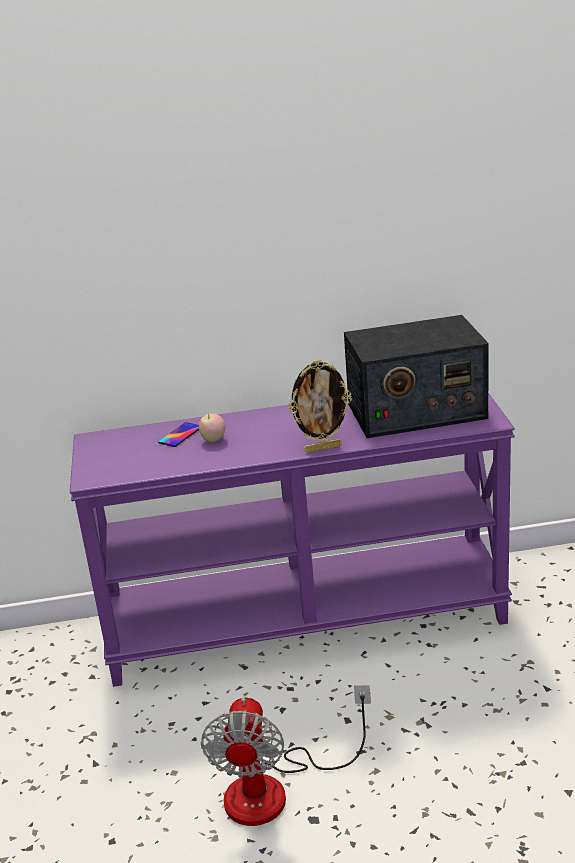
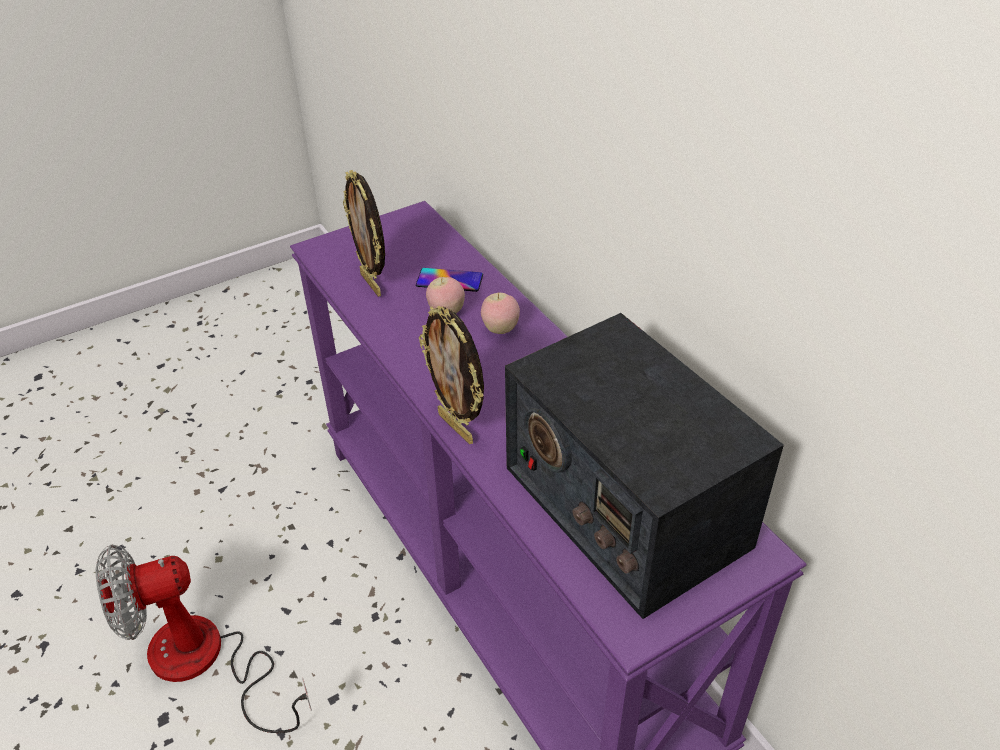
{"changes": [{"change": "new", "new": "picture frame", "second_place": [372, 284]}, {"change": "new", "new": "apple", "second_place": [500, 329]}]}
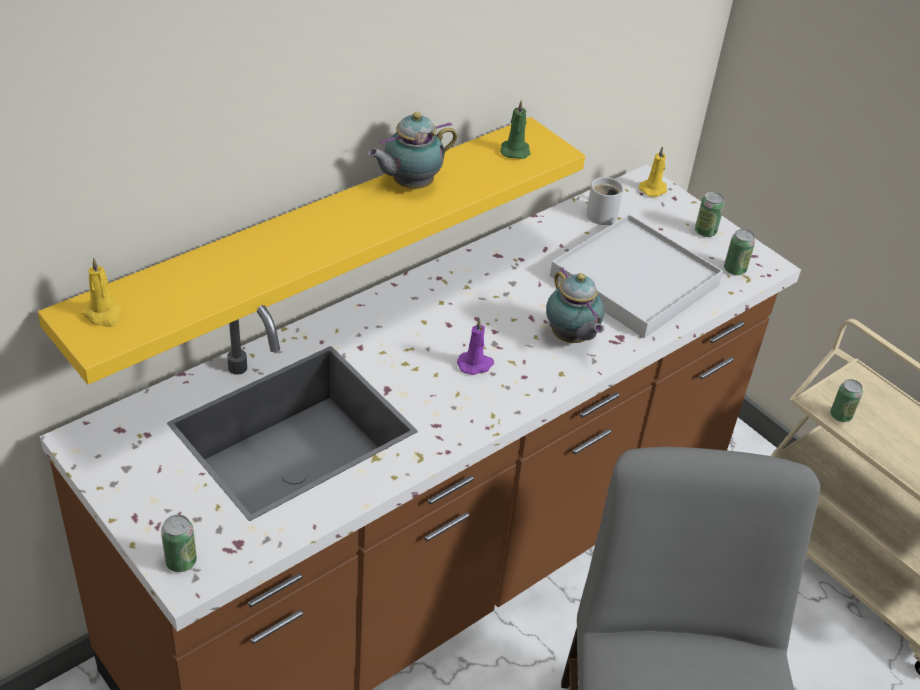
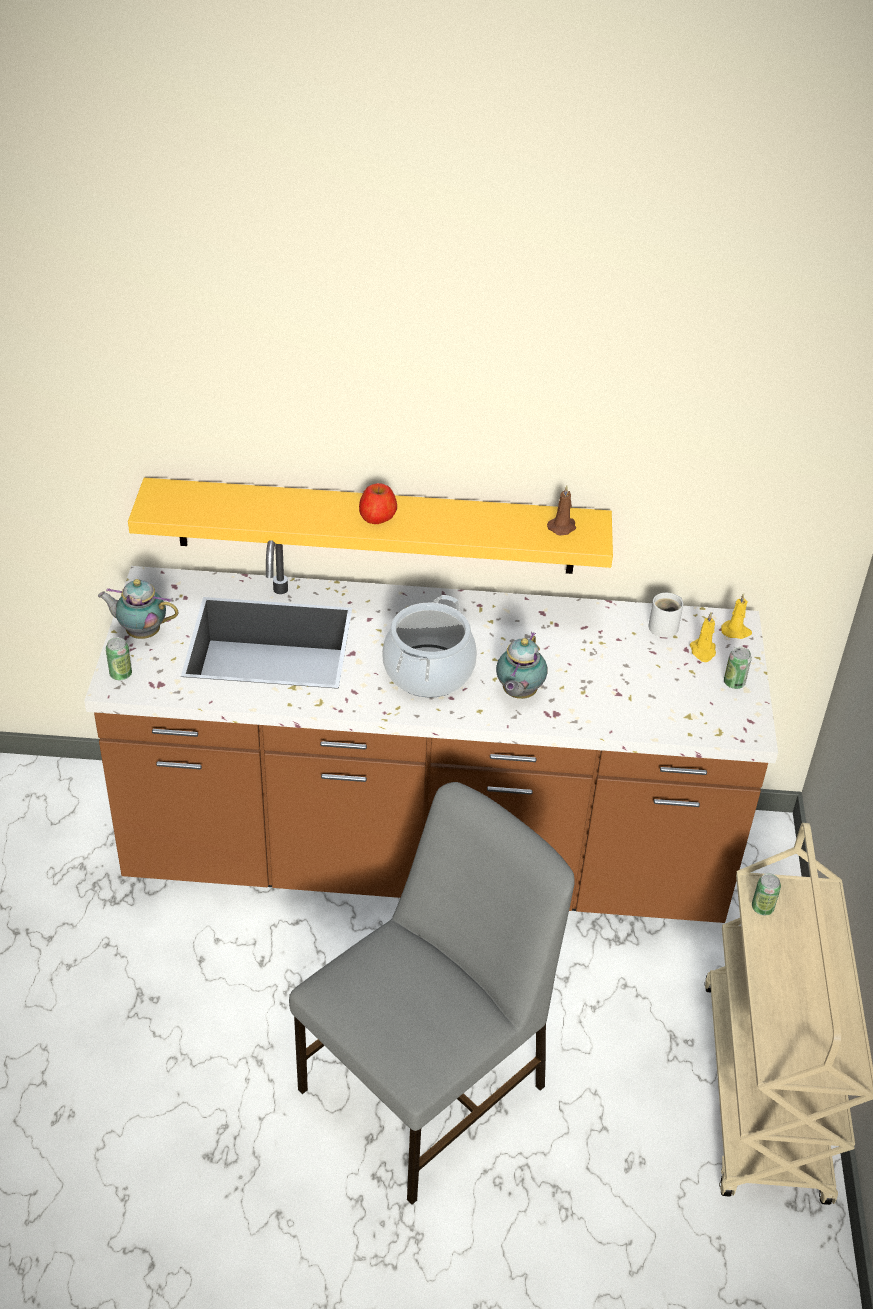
{"changes": [{"change": "gone", "old": "tray (white)", "first_place": [634, 280]}, {"change": "gone", "old": "can", "first_place": [734, 269]}, {"change": "new", "new": "apple", "second_place": [377, 517]}, {"change": "shifted", "old": "candle (yellow)", "first_place": [104, 314], "second_place": [703, 651]}, {"change": "shifted", "old": "teapot", "first_place": [409, 185], "second_place": [141, 632]}, {"change": "swapped", "old": "candle (purple)", "new": "cooking pot", "first_place": [475, 364], "second_place": [429, 671]}, {"change": "repainted", "old": "candle (green)", "new": "candle (brown)", "first_place": [515, 150], "second_place": [562, 527]}]}
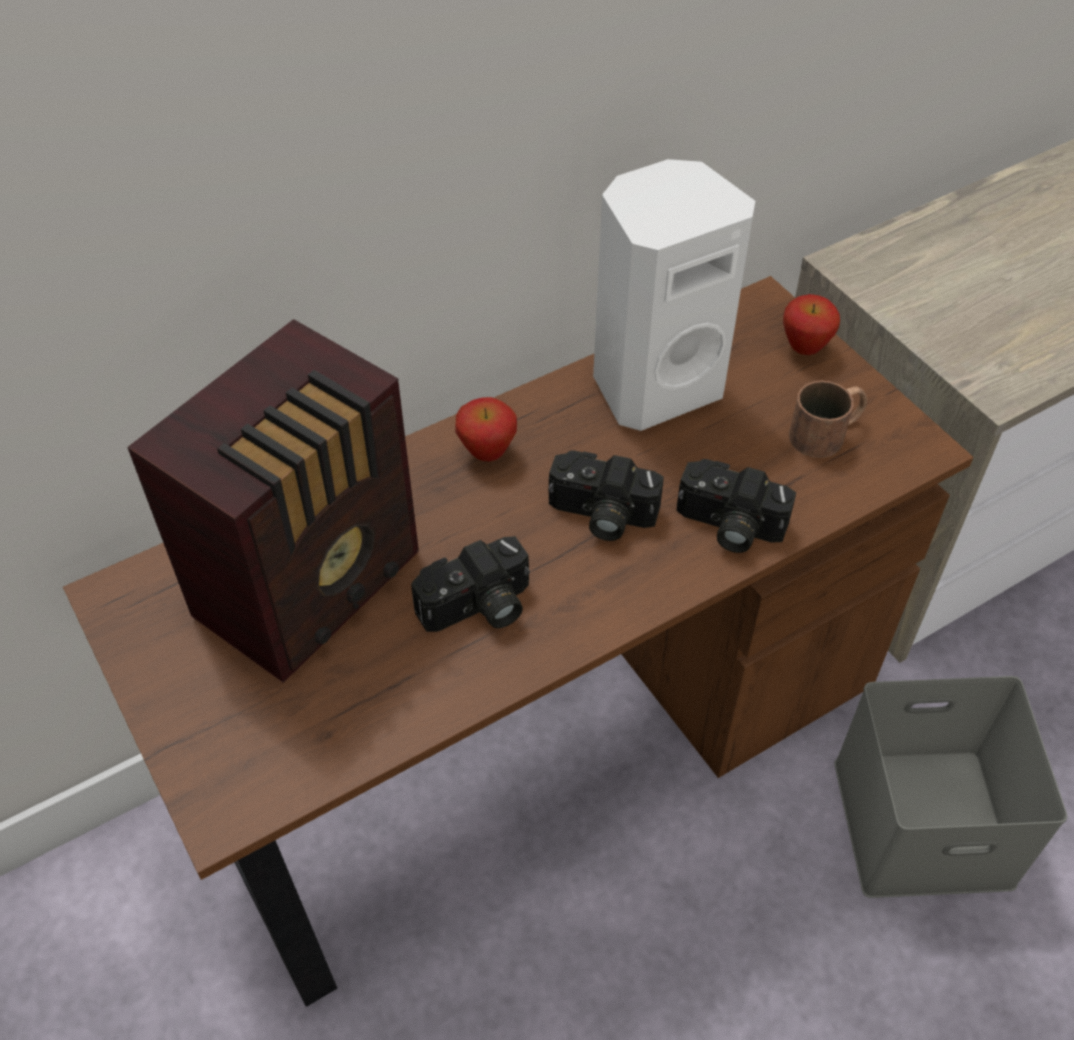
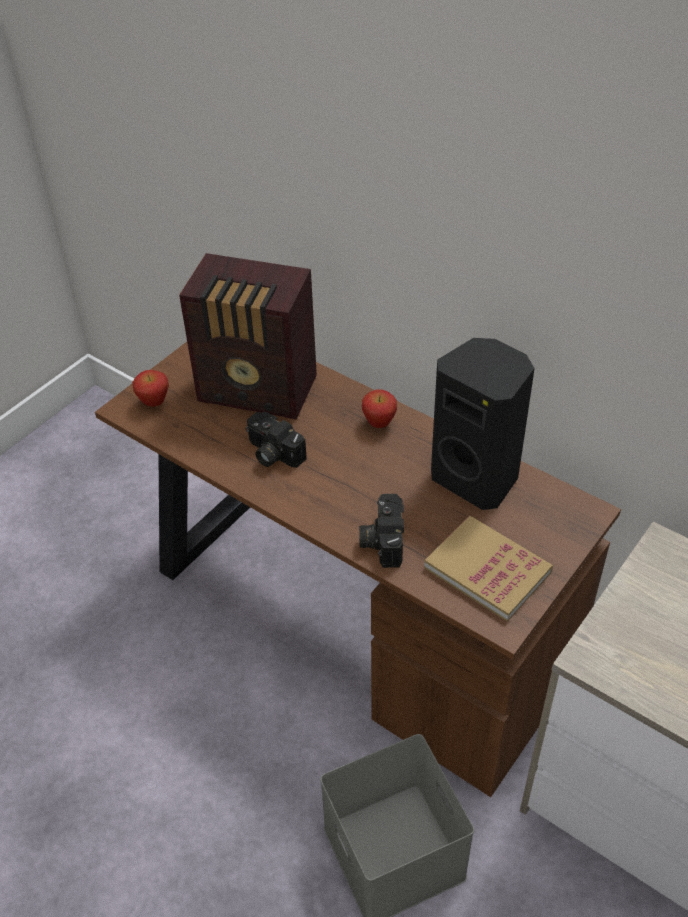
{"changes": [{"change": "gone", "old": "photo camera", "first_place": [600, 515]}, {"change": "shifted", "old": "apple", "first_place": [804, 349], "second_place": [154, 403]}, {"change": "swapped", "old": "mug (brown)", "new": "book", "first_place": [827, 432], "second_place": [487, 570]}, {"change": "repainted", "old": "speaker (white)", "new": "speaker (black)", "first_place": [654, 385], "second_place": [477, 478]}]}
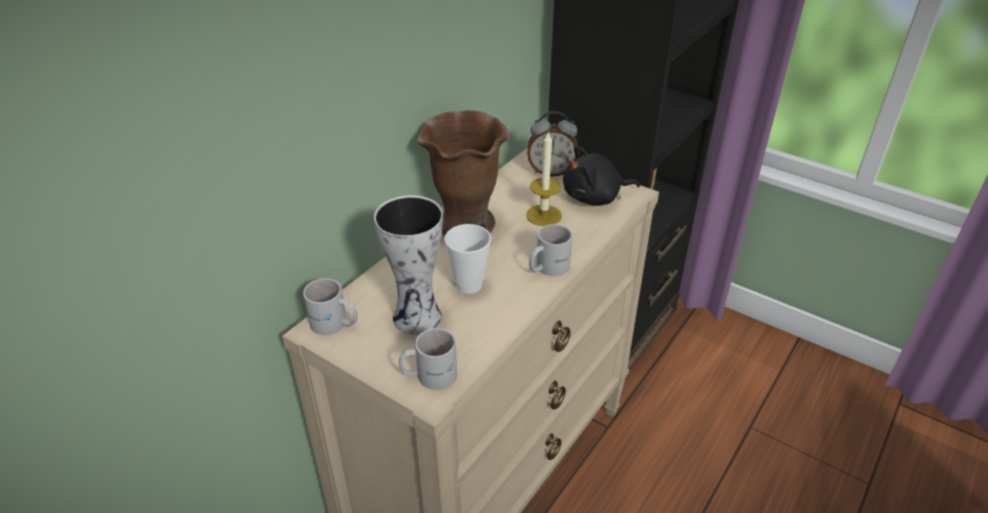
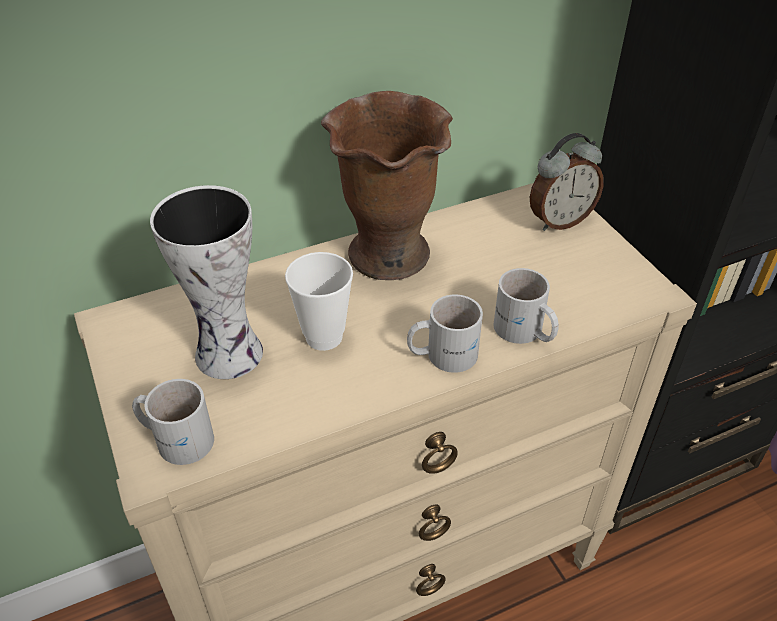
{"changes": [{"change": "gone", "old": "candle", "first_place": [544, 215]}, {"change": "gone", "old": "plush toy (black)", "first_place": [594, 197]}, {"change": "shifted", "old": "mug (white)", "first_place": [334, 325], "second_place": [523, 332]}, {"change": "rotated", "old": "alarm clock", "first_place": [551, 171], "second_place": [559, 220], "degrees": -60}]}
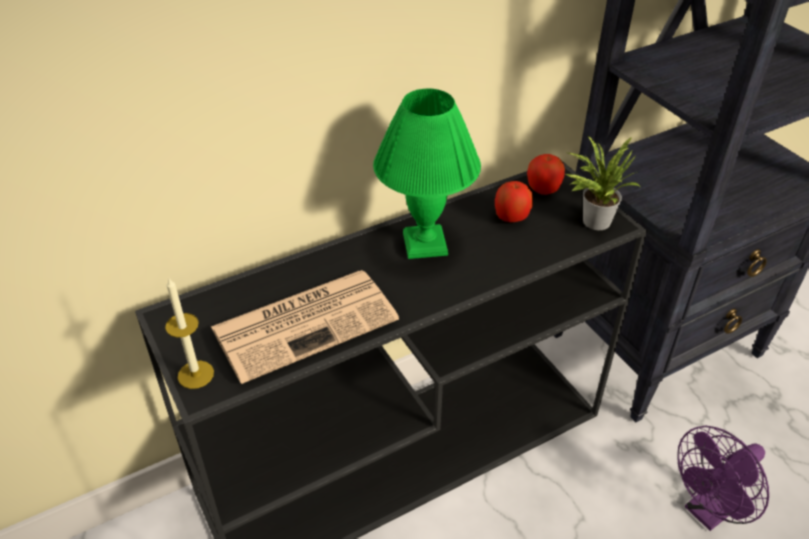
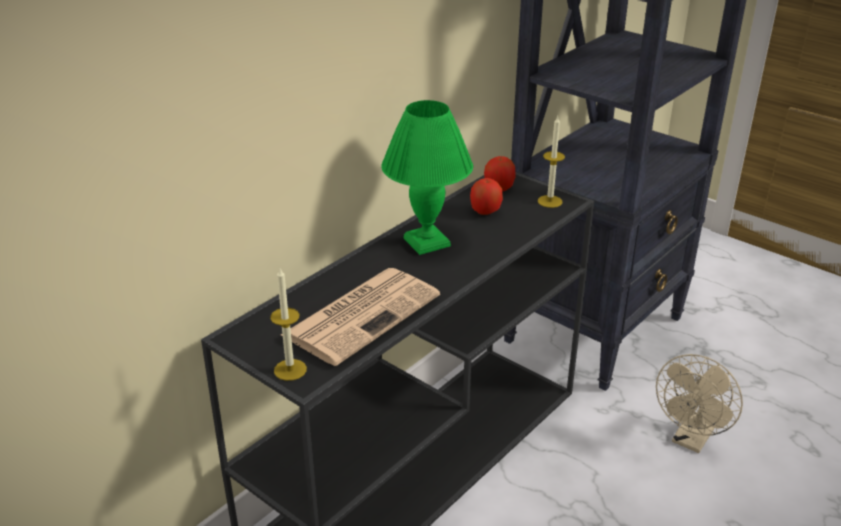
{"changes": [{"change": "swapped", "old": "potted plant", "new": "candle", "first_place": [592, 220], "second_place": [550, 201]}, {"change": "repainted", "old": "fan (purple)", "new": "fan (beige)", "first_place": [709, 511], "second_place": [691, 440]}]}
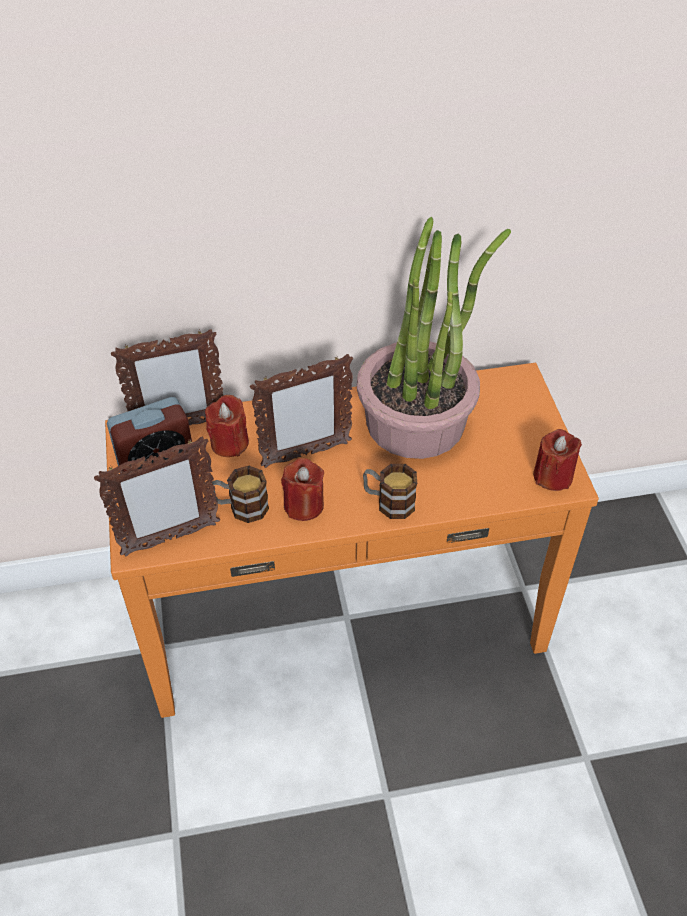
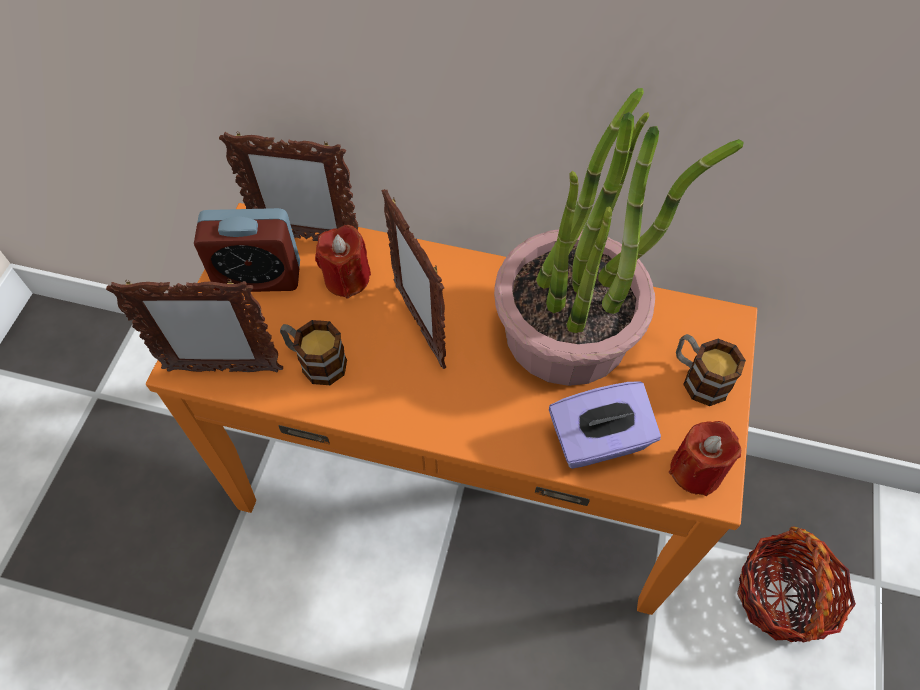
{"changes": [{"change": "gone", "old": "candle (red)", "first_place": [304, 505]}, {"change": "new", "new": "tissue box (purple)", "second_place": [598, 440]}, {"change": "new", "new": "basket", "second_place": [782, 596]}, {"change": "shifted", "old": "mug", "first_place": [388, 502], "second_place": [698, 378]}, {"change": "rotated", "old": "picture frame", "first_place": [305, 454], "second_place": [419, 324], "degrees": 60}]}
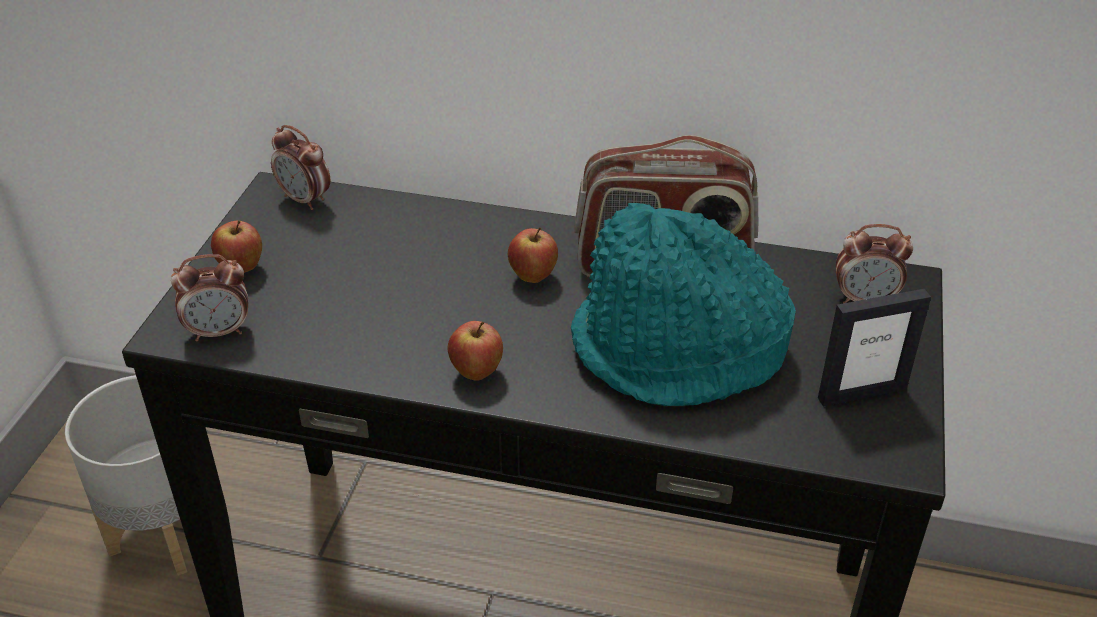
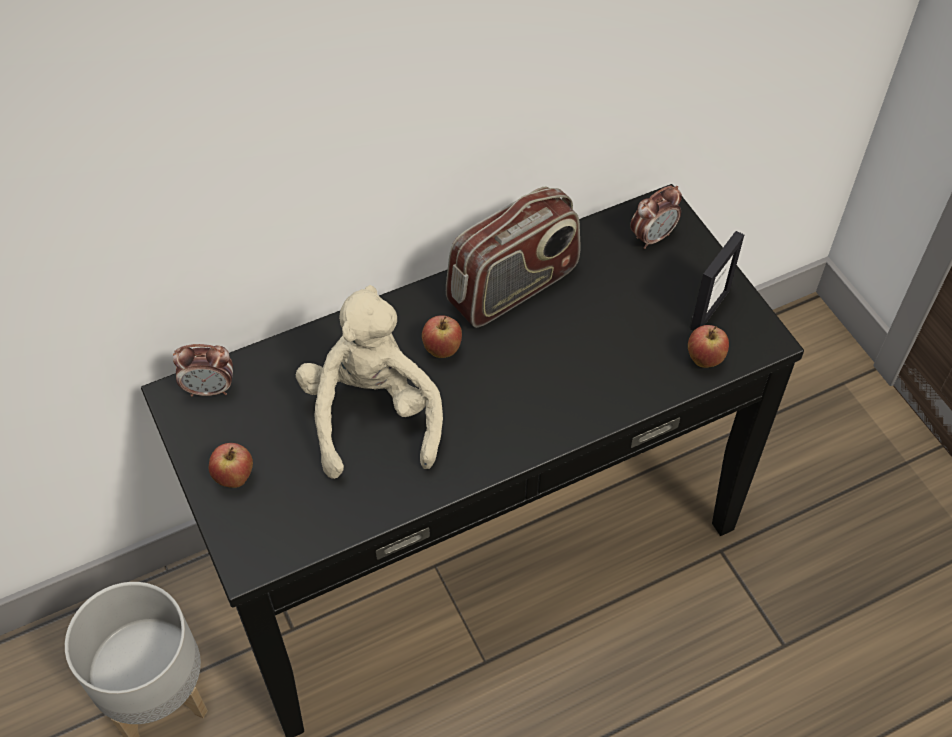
{"changes": [{"change": "gone", "old": "alarm clock", "first_place": [219, 331]}, {"change": "gone", "old": "hat (turquoise)", "first_place": [678, 351]}, {"change": "new", "new": "plush toy (beige)", "second_place": [372, 415]}, {"change": "shifted", "old": "apple", "first_place": [477, 372], "second_place": [704, 359]}]}
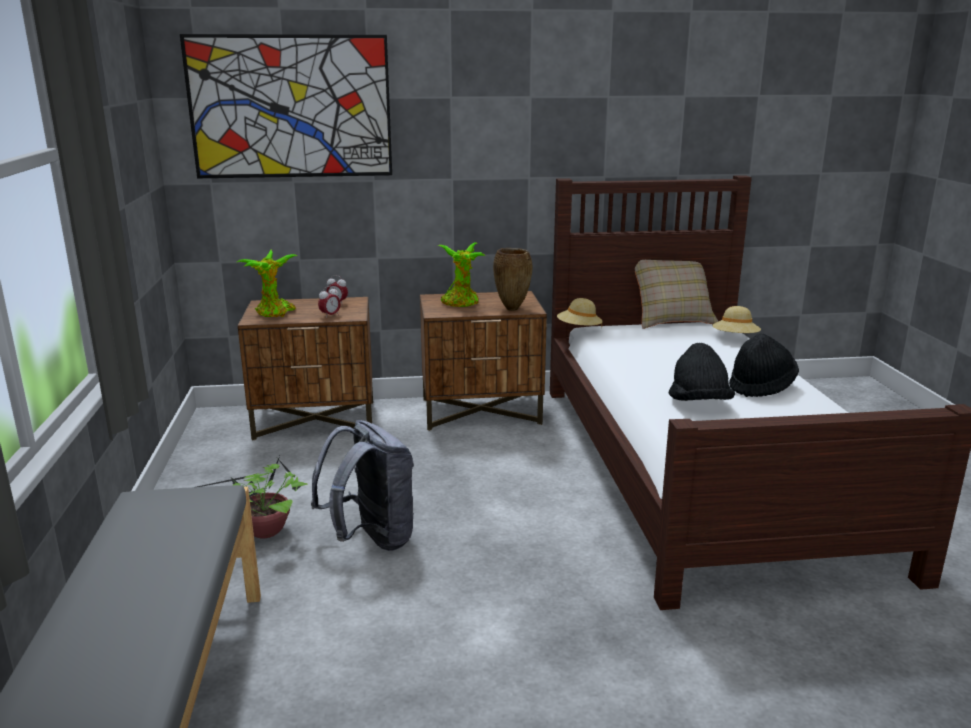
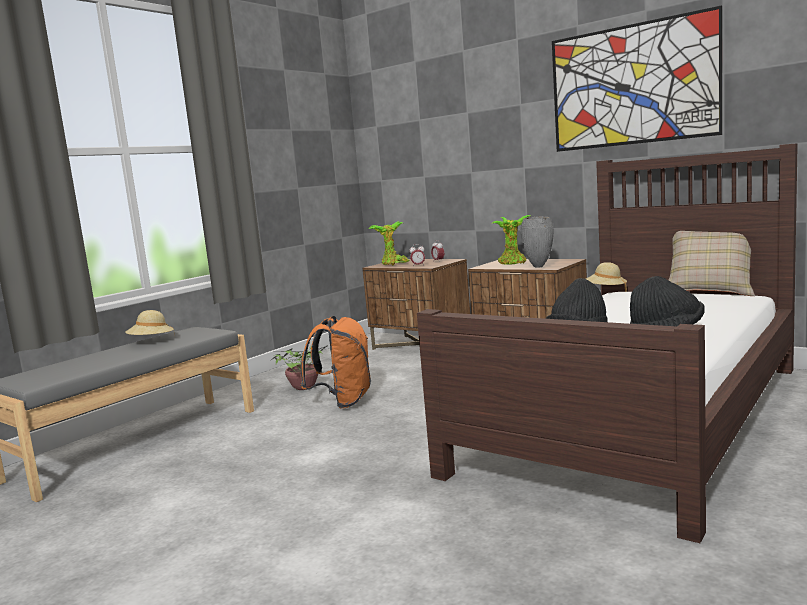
{"changes": [{"change": "shifted", "old": "picture", "first_place": [290, 107], "second_place": [632, 85]}, {"change": "shifted", "old": "hat (beige)", "first_place": [735, 339], "second_place": [151, 341]}, {"change": "repainted", "old": "backpack (grey)", "new": "backpack (orange)", "first_place": [371, 539], "second_place": [343, 402]}, {"change": "repainted", "old": "vase (brown)", "new": "vase (grey)", "first_place": [513, 309], "second_place": [539, 267]}]}
